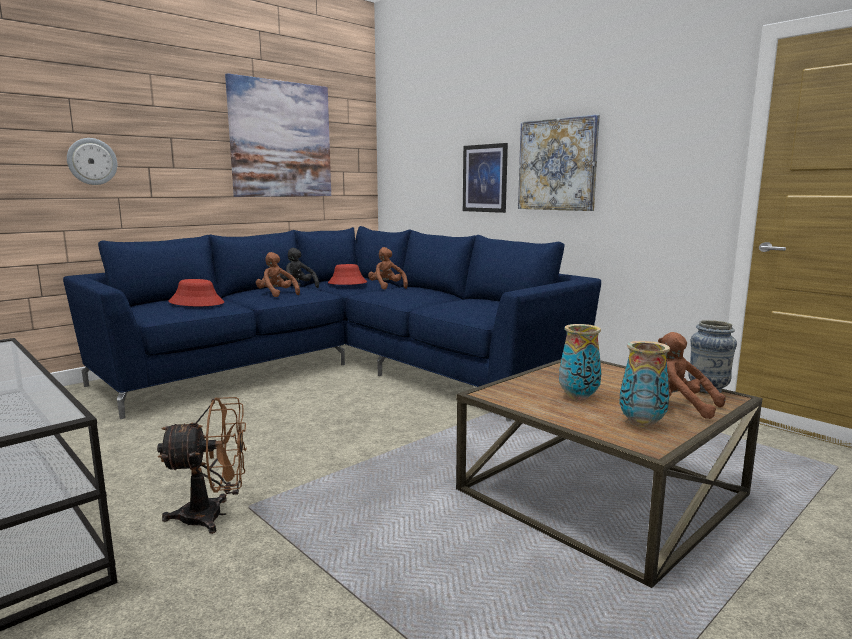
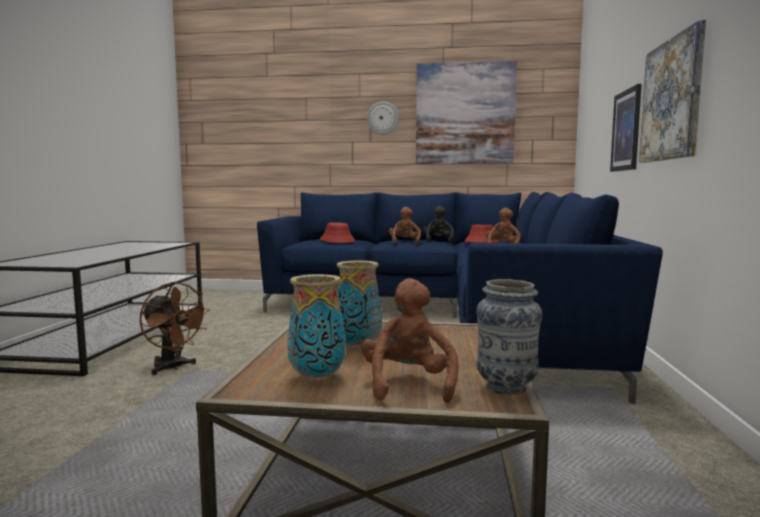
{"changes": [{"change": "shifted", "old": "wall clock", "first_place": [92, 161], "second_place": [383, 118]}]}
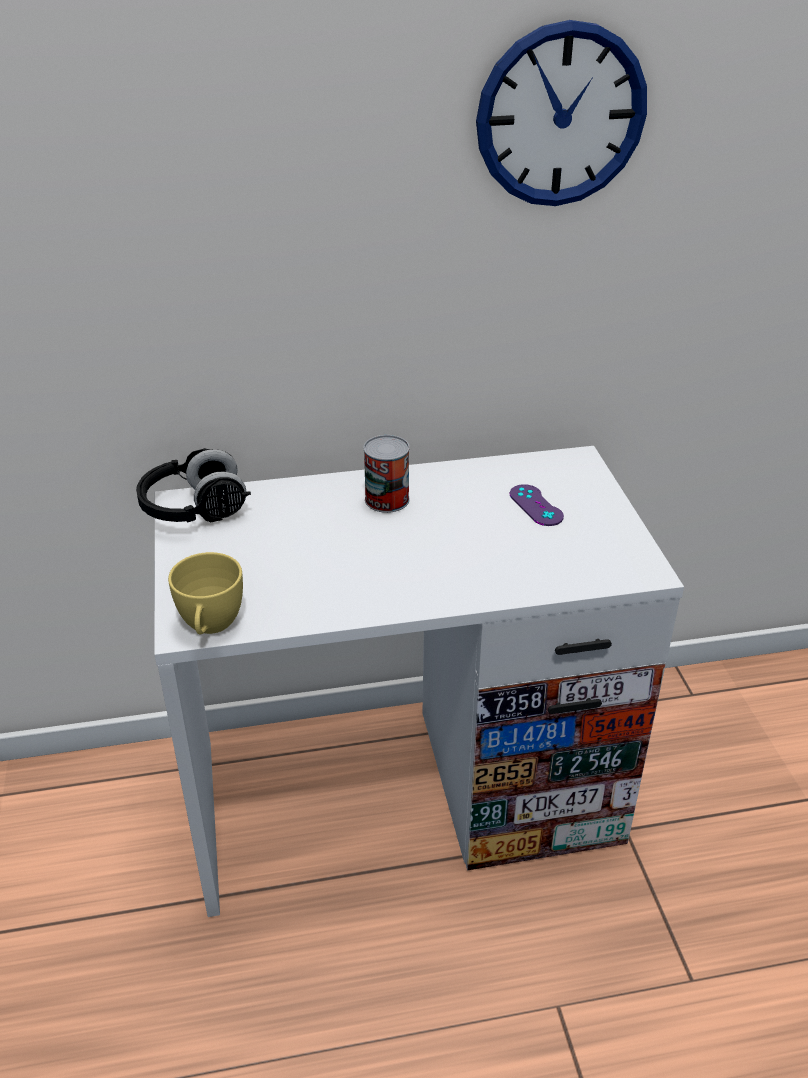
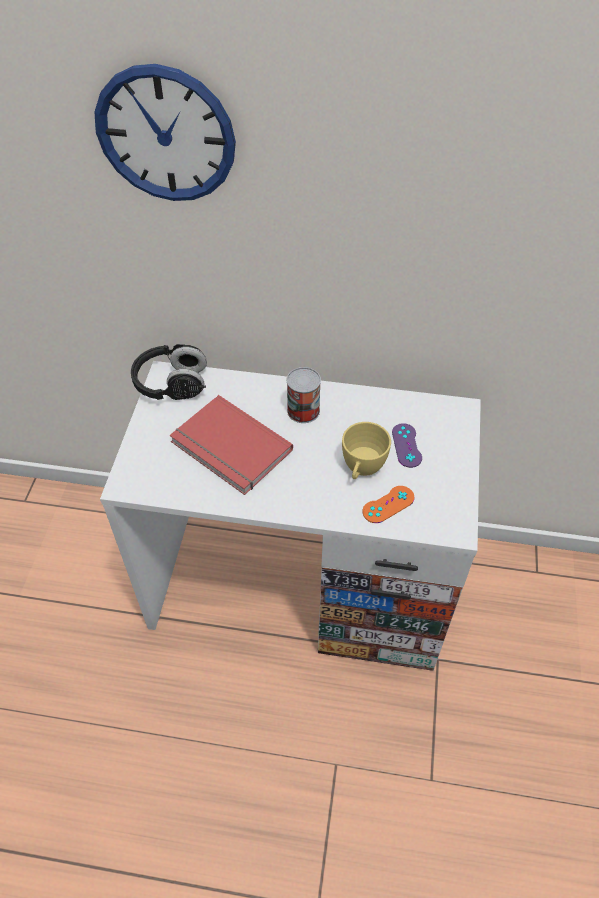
{"changes": [{"change": "new", "new": "book (red)", "second_place": [229, 448]}, {"change": "new", "new": "game controller (orange)", "second_place": [388, 504]}, {"change": "shifted", "old": "cup (yellow)", "first_place": [210, 627], "second_place": [361, 469]}, {"change": "shifted", "old": "wall clock", "first_place": [561, 116], "second_place": [166, 135]}]}
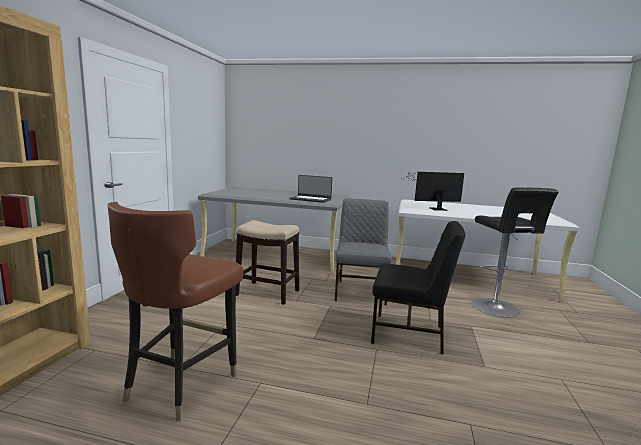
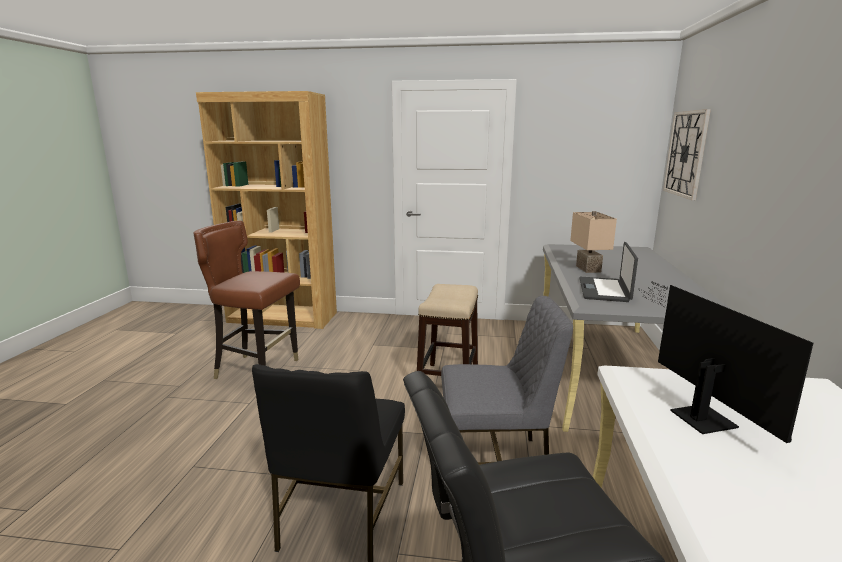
{"changes": [{"change": "new", "new": "table lamp (beige)", "second_place": [589, 269]}, {"change": "new", "new": "wall clock", "second_place": [686, 154]}]}
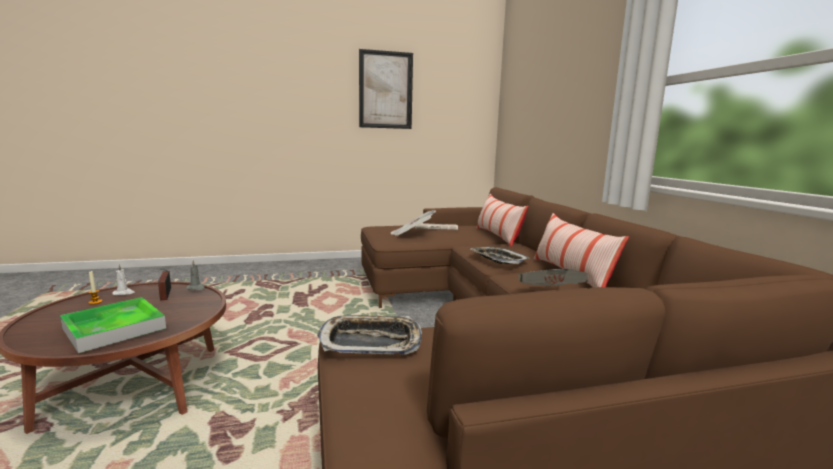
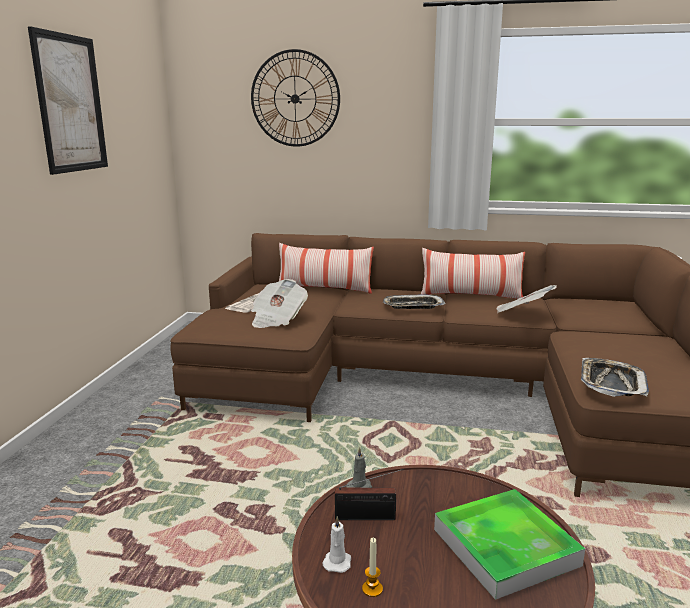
{"changes": [{"change": "new", "new": "wall clock", "second_place": [295, 99]}]}
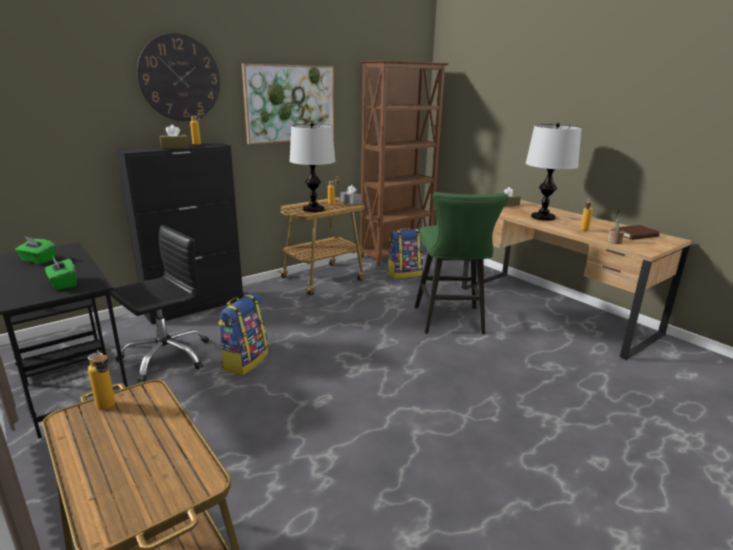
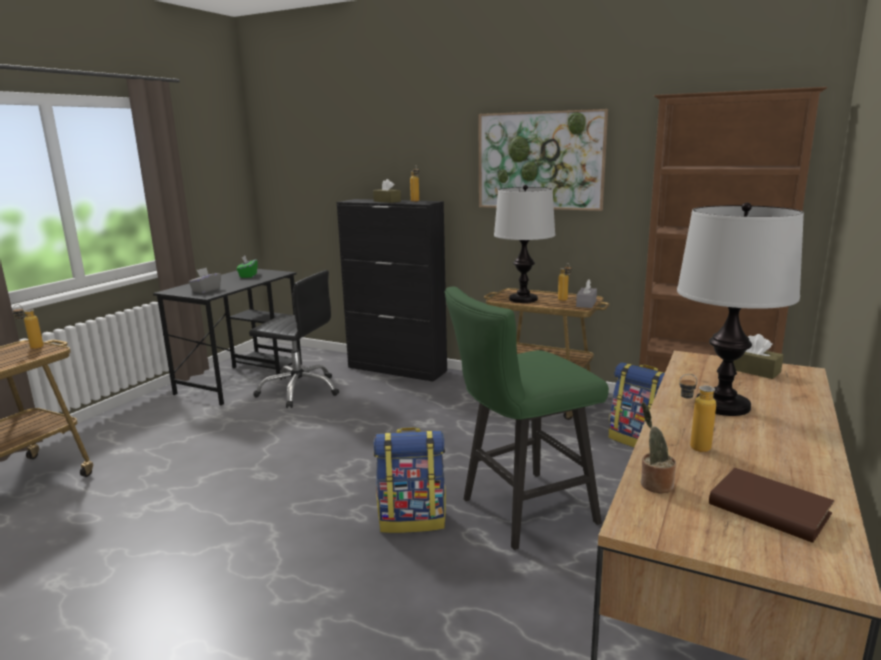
{"changes": [{"change": "gone", "old": "wall clock", "first_place": [180, 78]}, {"change": "shifted", "old": "backpack", "first_place": [244, 361], "second_place": [412, 519]}, {"change": "repainted", "old": "tissue box (green)", "new": "tissue box (grey)", "first_place": [63, 284], "second_place": [206, 290]}]}
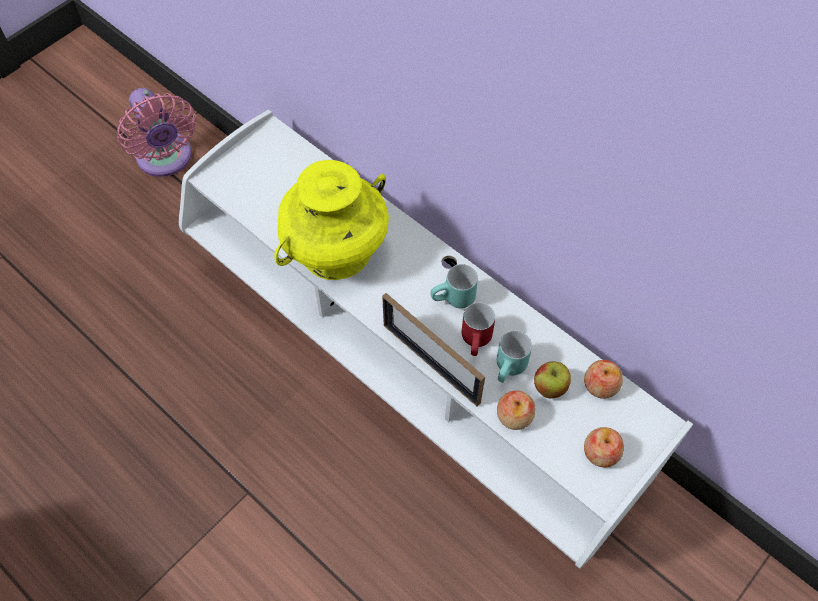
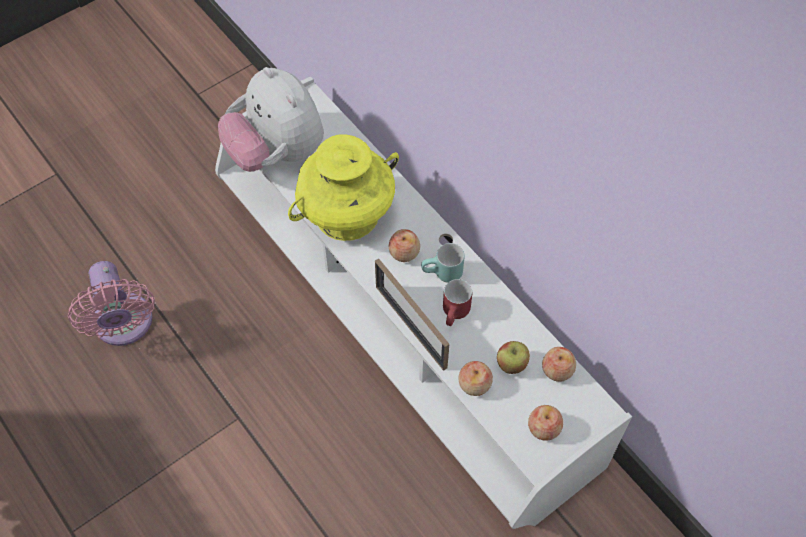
{"changes": [{"change": "gone", "old": "mug (turquoise)", "first_place": [510, 370]}, {"change": "new", "new": "plush toy", "second_place": [276, 152]}, {"change": "new", "new": "apple", "second_place": [404, 252]}, {"change": "shifted", "old": "fan (pink)", "first_place": [166, 159], "second_place": [124, 325]}]}
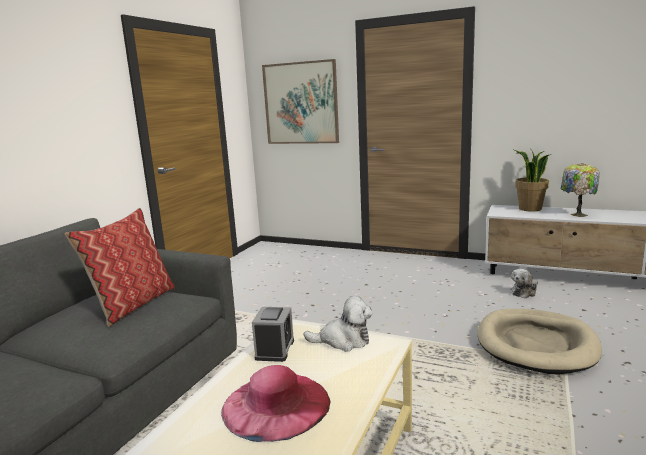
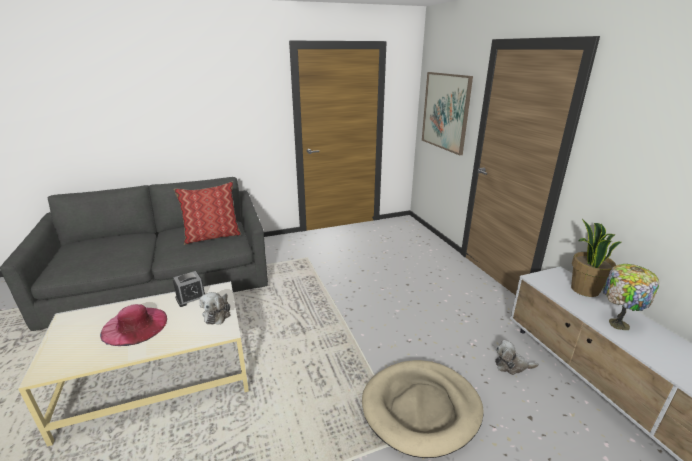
{"changes": [{"change": "rotated", "old": "plush toy", "first_place": [343, 340], "second_place": [218, 314], "degrees": 45}]}
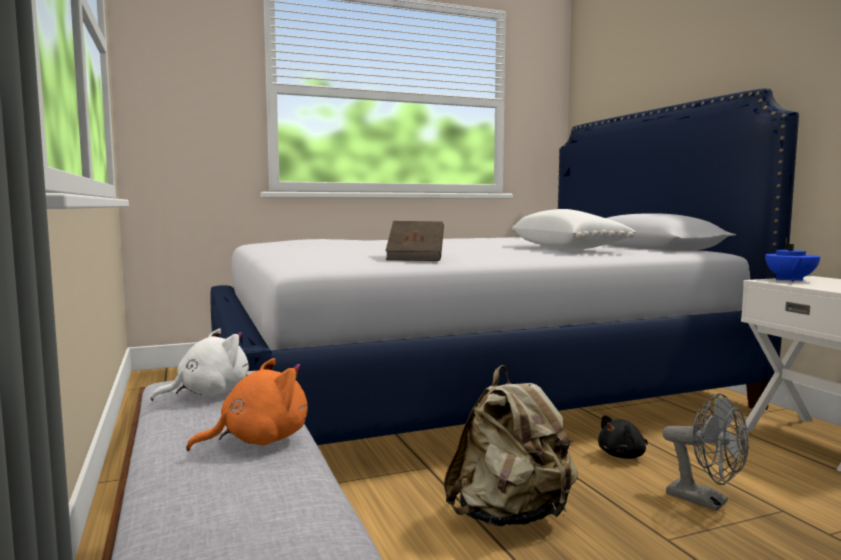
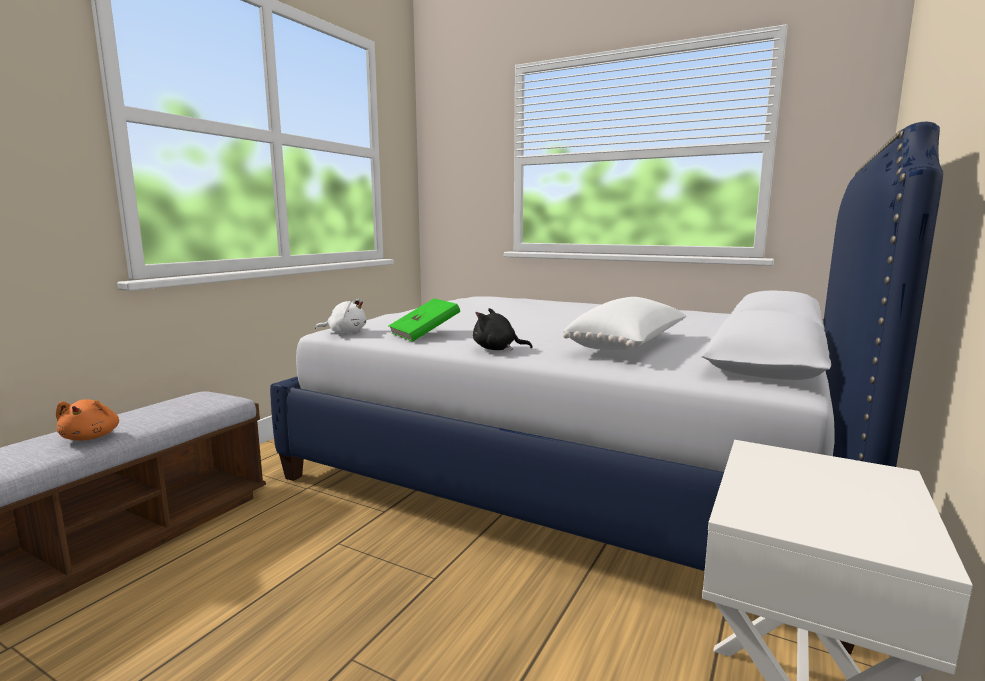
{"changes": [{"change": "gone", "old": "backpack (beige)", "first_place": [510, 516]}, {"change": "gone", "old": "fan (grey)", "first_place": [706, 501]}, {"change": "gone", "old": "teapot (blue)", "first_place": [790, 280]}, {"change": "shifted", "old": "plush toy (white)", "first_place": [208, 394], "second_place": [345, 332]}, {"change": "shifted", "old": "plush toy (black)", "first_place": [623, 455], "second_place": [497, 349]}, {"change": "repainted", "old": "book (brown)", "new": "book (green)", "first_place": [416, 258], "second_place": [424, 335]}, {"change": "rotated", "old": "plush toy (orange)", "first_place": [258, 440], "second_place": [92, 437], "degrees": 60}]}
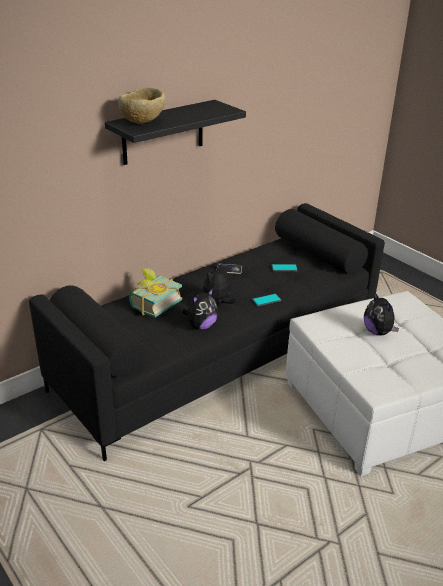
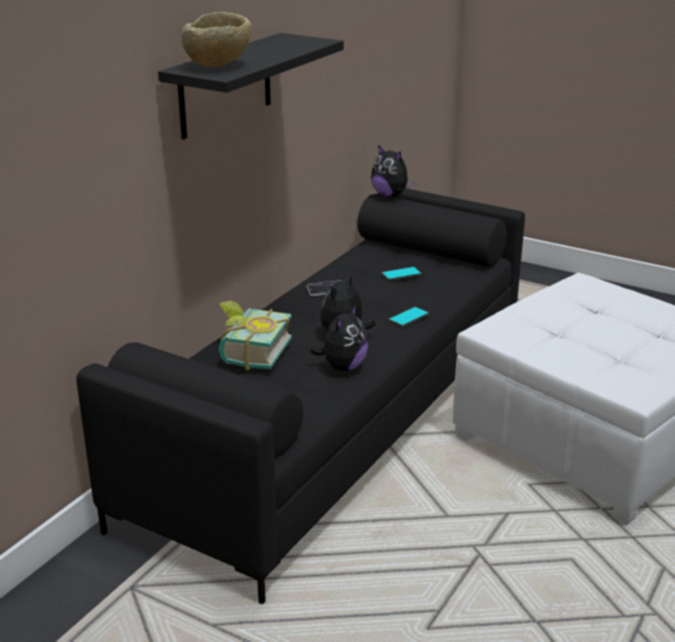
{"changes": [{"change": "shifted", "old": "plush toy", "first_place": [378, 332], "second_place": [390, 195]}]}
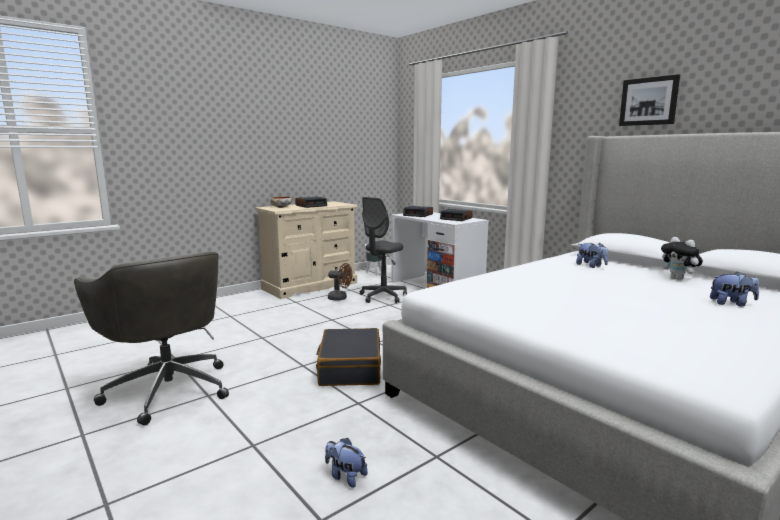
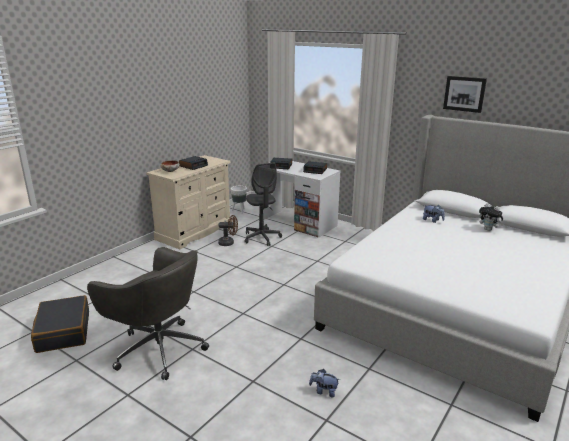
{"changes": [{"change": "gone", "old": "plush toy", "first_place": [731, 303]}, {"change": "shifted", "old": "suitcase (black)", "first_place": [350, 368], "second_place": [63, 331]}, {"change": "rotated", "old": "office chair (grey)", "first_place": [383, 297], "second_place": [262, 238], "degrees": -45}]}
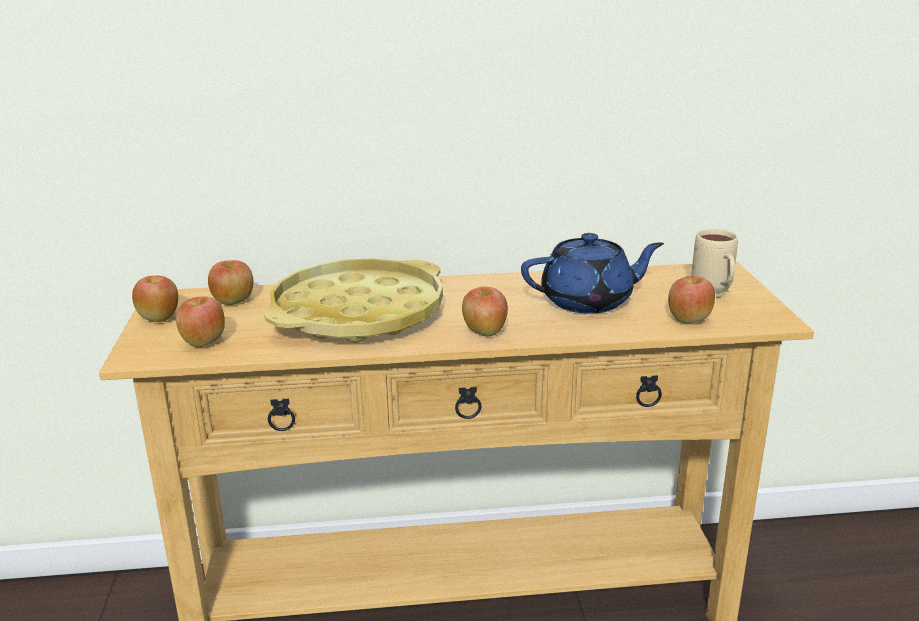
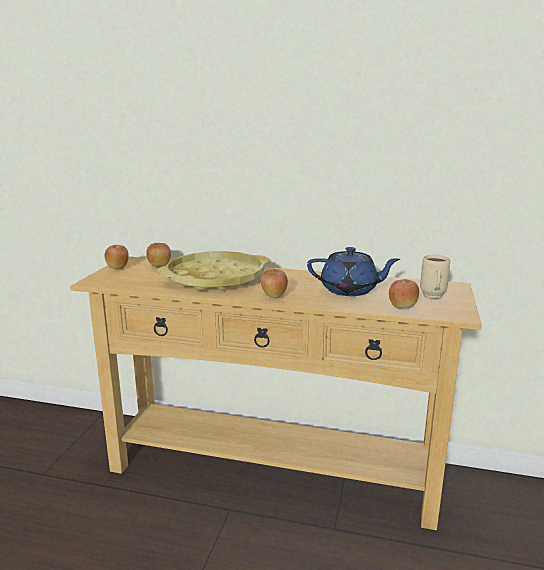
{"changes": [{"change": "gone", "old": "apple", "first_place": [203, 342]}]}
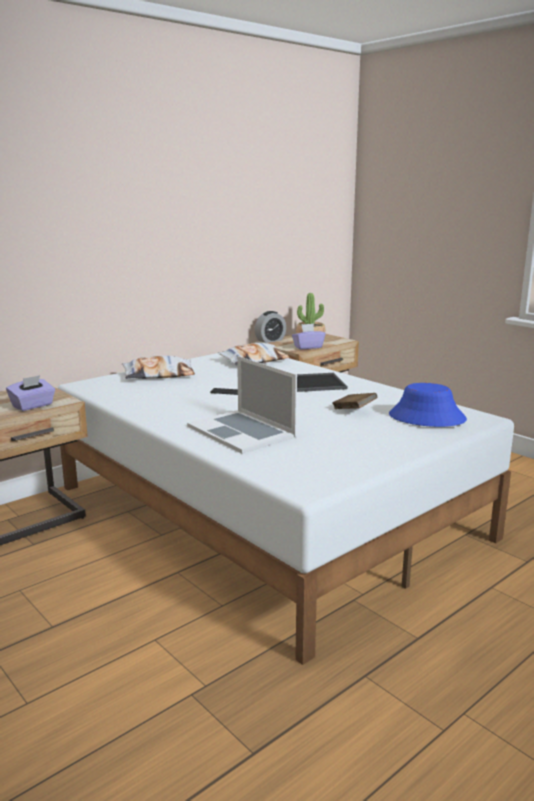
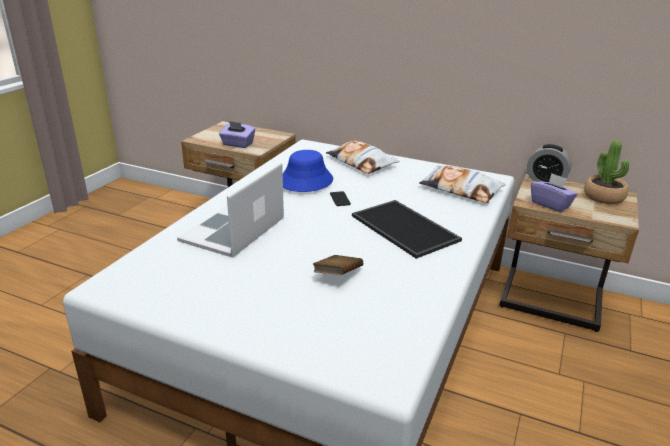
{"changes": [{"change": "shifted", "old": "hat (blue)", "first_place": [426, 418], "second_place": [305, 181]}]}
